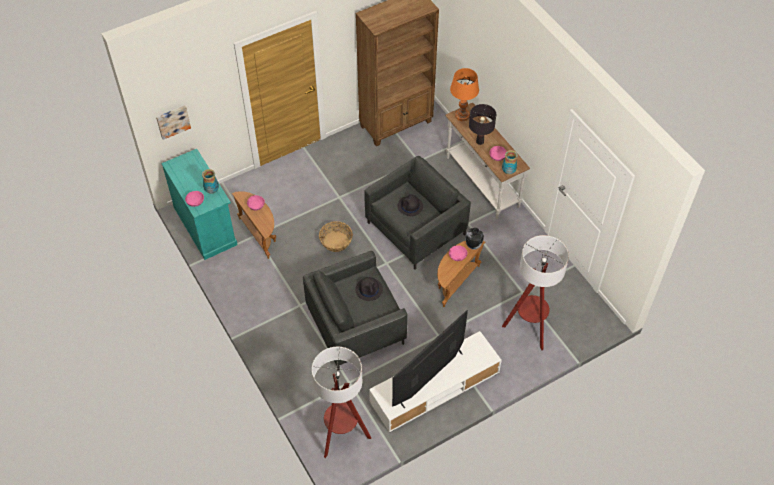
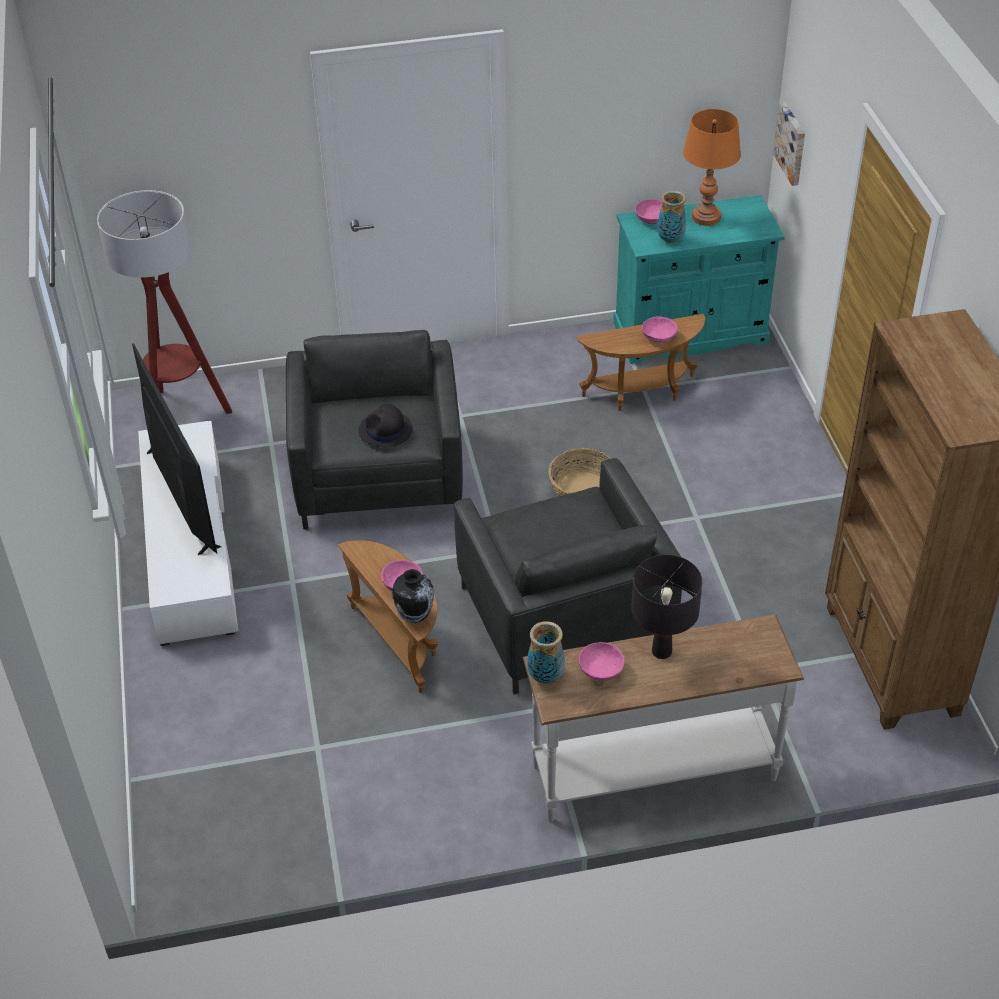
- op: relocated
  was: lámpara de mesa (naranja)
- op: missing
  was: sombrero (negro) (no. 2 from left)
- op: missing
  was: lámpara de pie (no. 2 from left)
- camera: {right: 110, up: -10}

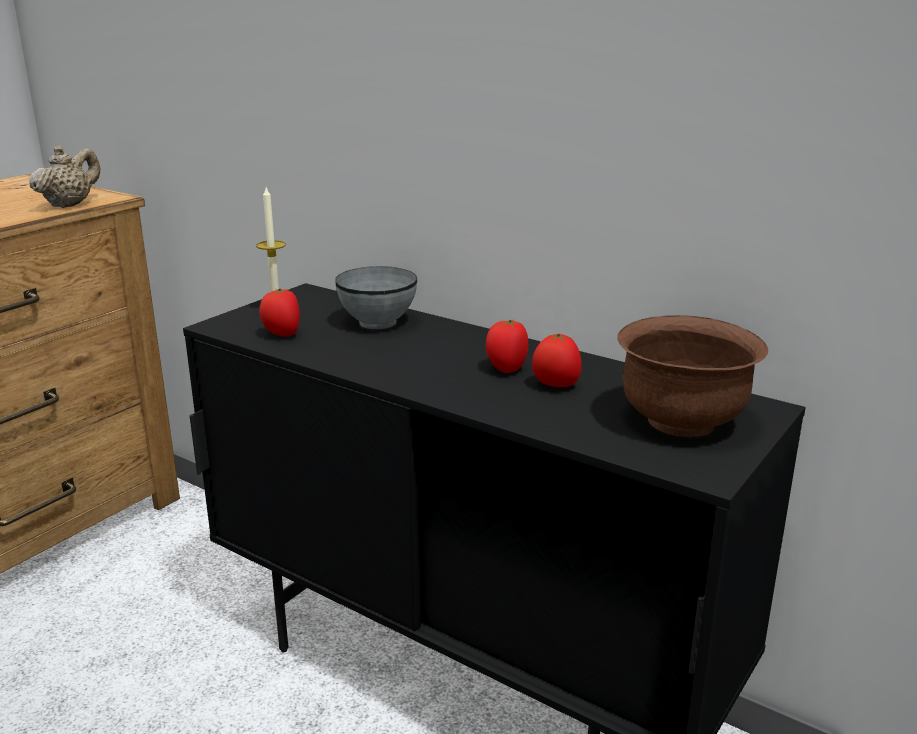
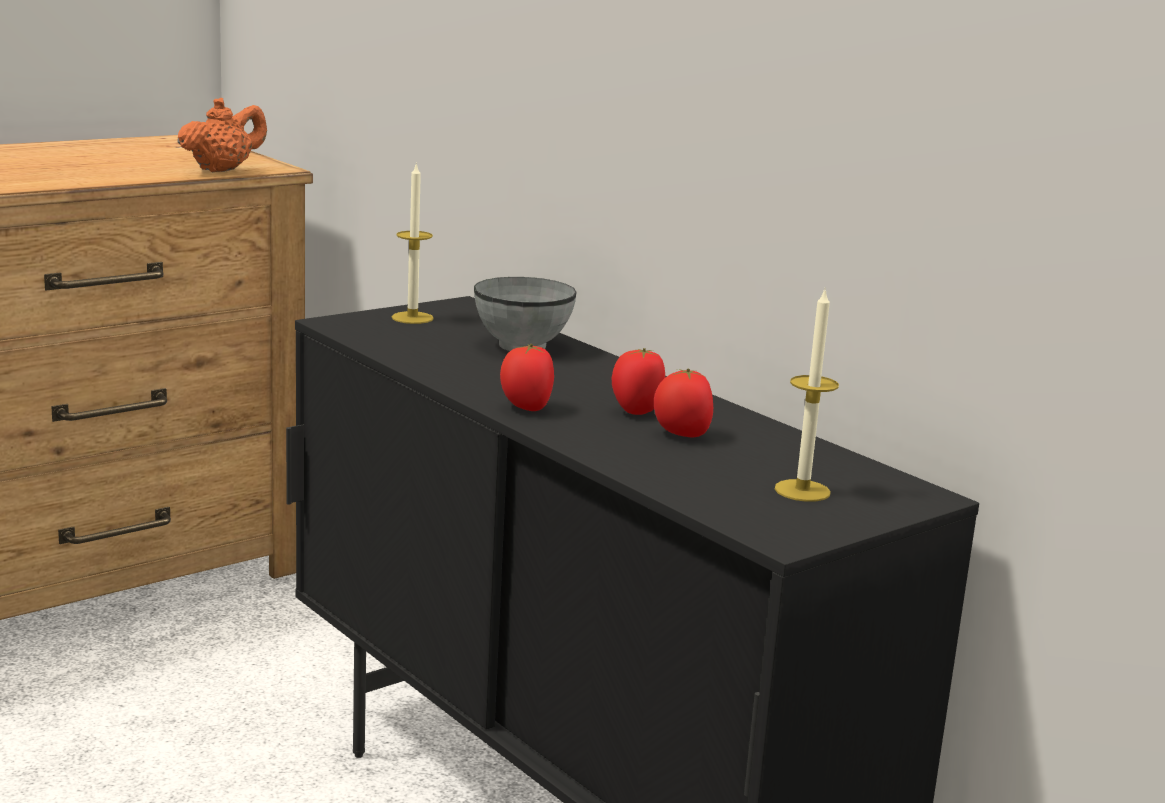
- op: colour
  was: tetera (beis)
  now: tetera (naranja)
- op: relocated
  was: tomate (no. 1 from left)
- op: exchanged
  was: cuenco (marrón)
  now: vela (no. 2 from left)
- camera: {right: 15, up: -5}

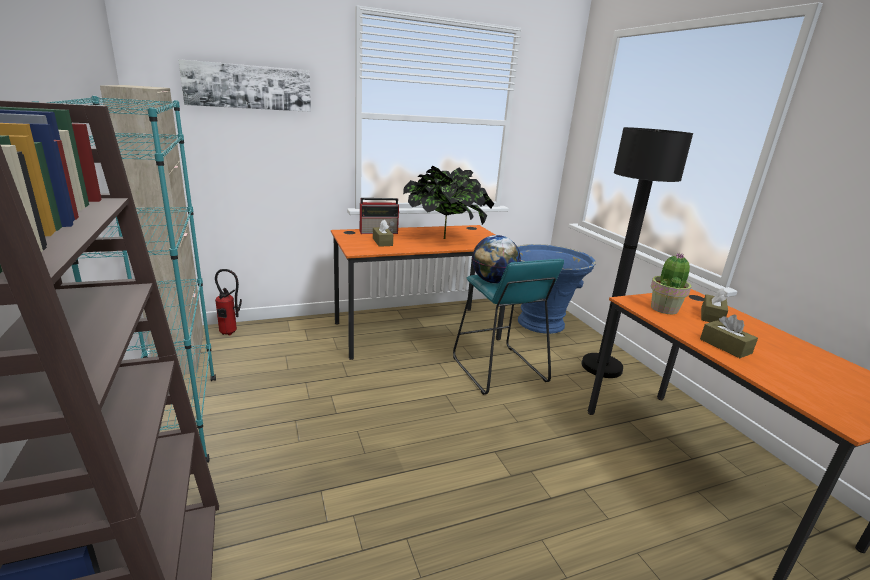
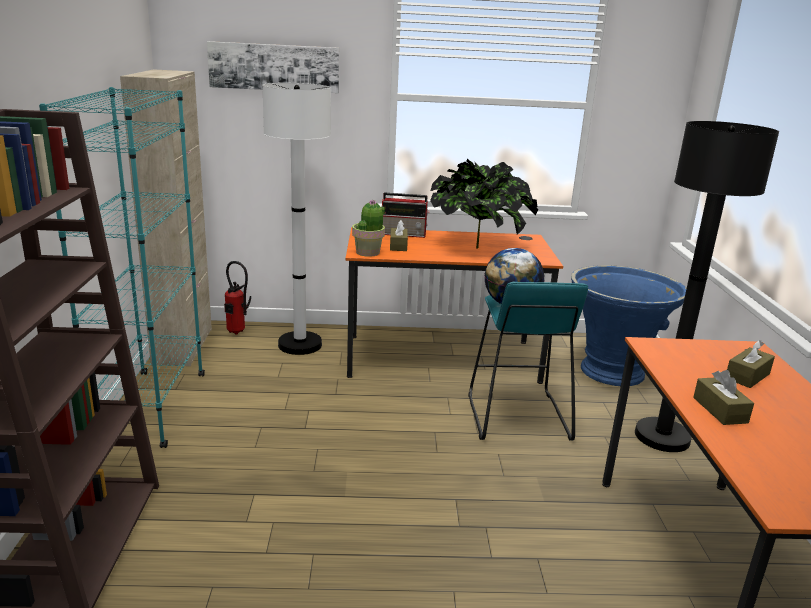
- op: relocated
  was: planta en maceta (no. 2 from left in the first image)
  now: planta en maceta (no. 1 from left)
- op: appeared
  now: lámpara de pie (blanco)
- camera: {right: 20, up: 0}

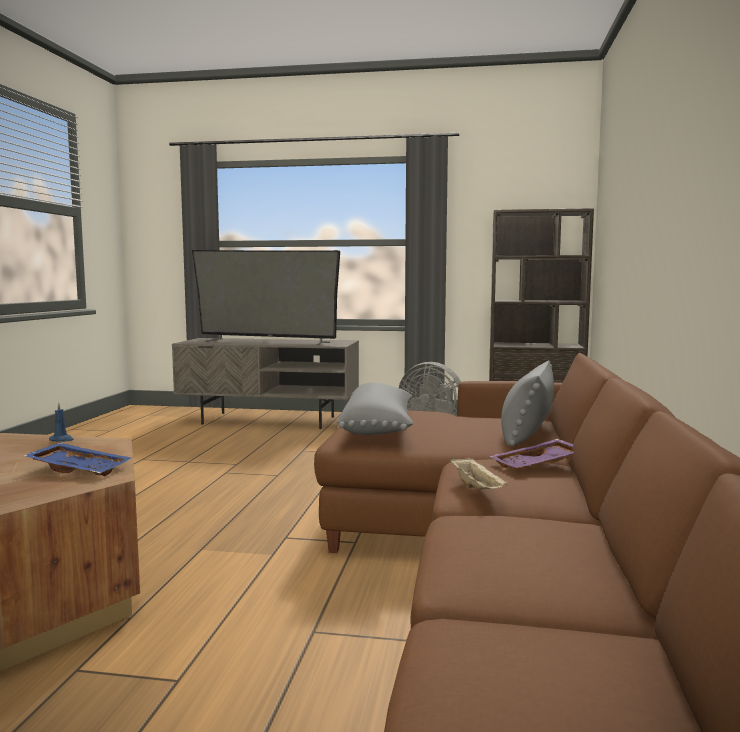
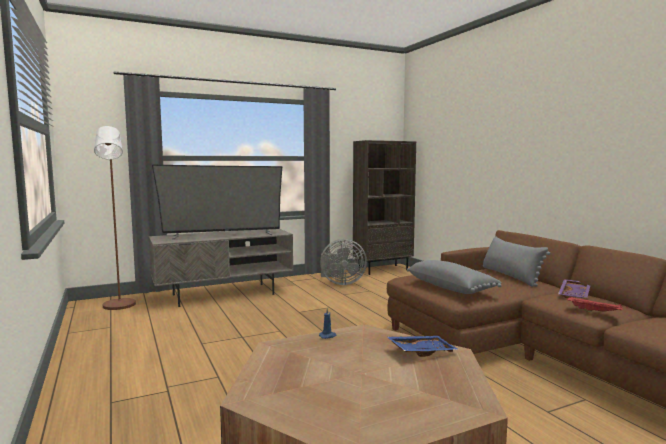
- op: colour
  was: bandeja (beis)
  now: bandeja (rojo)
- op: appeared
  now: lámpara de pie (marrón)
- camera: {right: -35, up: 0}

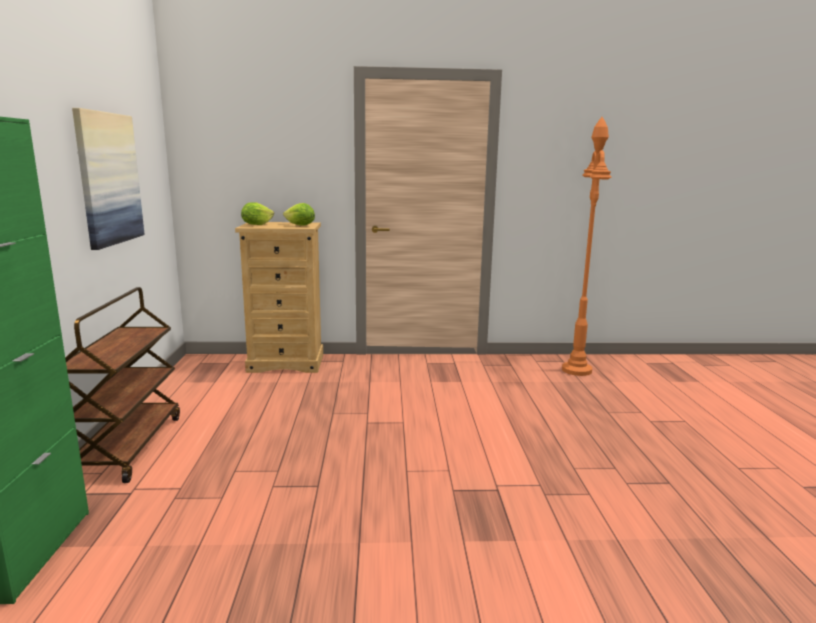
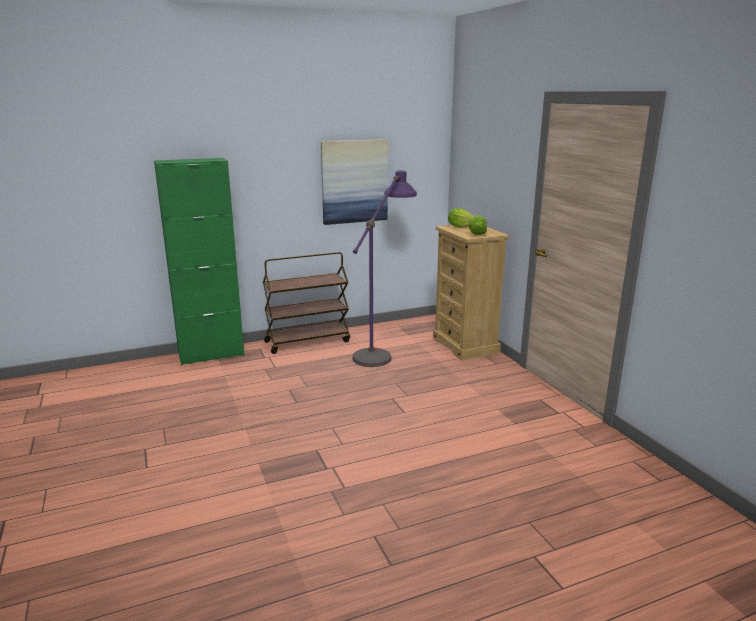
- op: missing
  was: lámpara de pie (naranja)
- op: appeared
  now: lámpara de pie (morado)
- camera: {right: 70, up: 5}

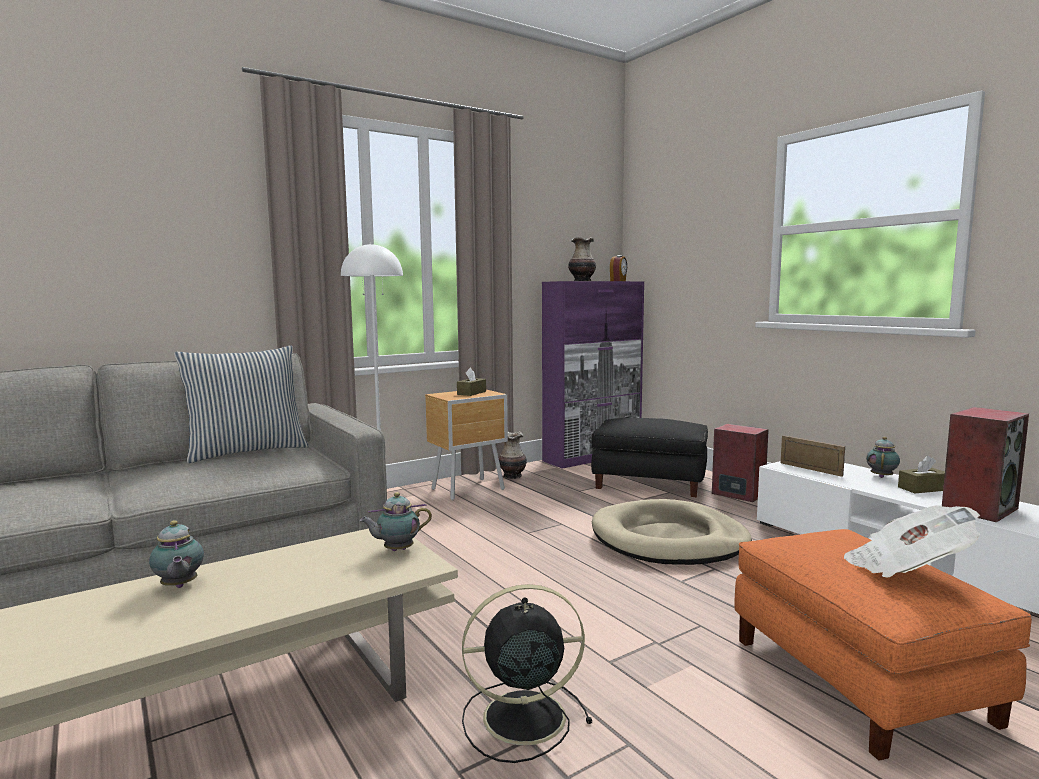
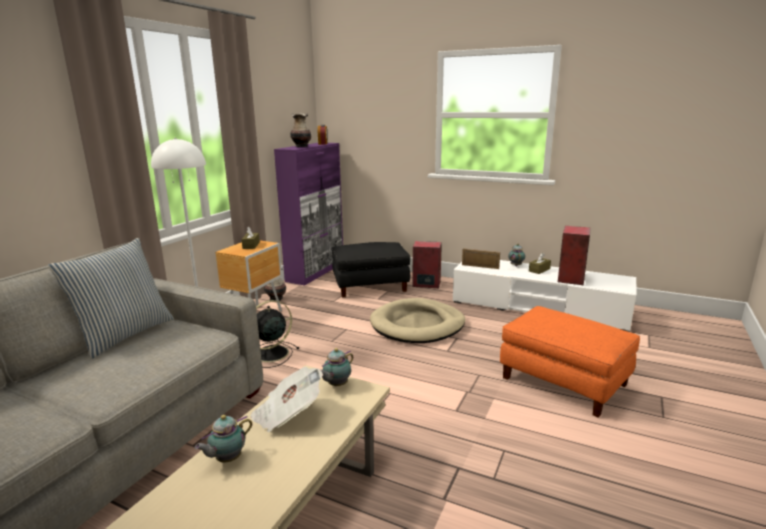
- op: relocated
  was: periódico
- op: spun
  was: tetera (no. 1 from left)
  clockwise: 105
- op: relocated
  was: ventilador (negro)
- camera: {right: -30, up: 10}

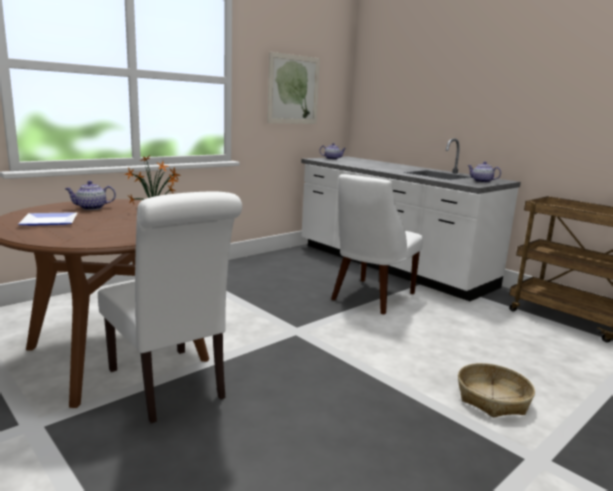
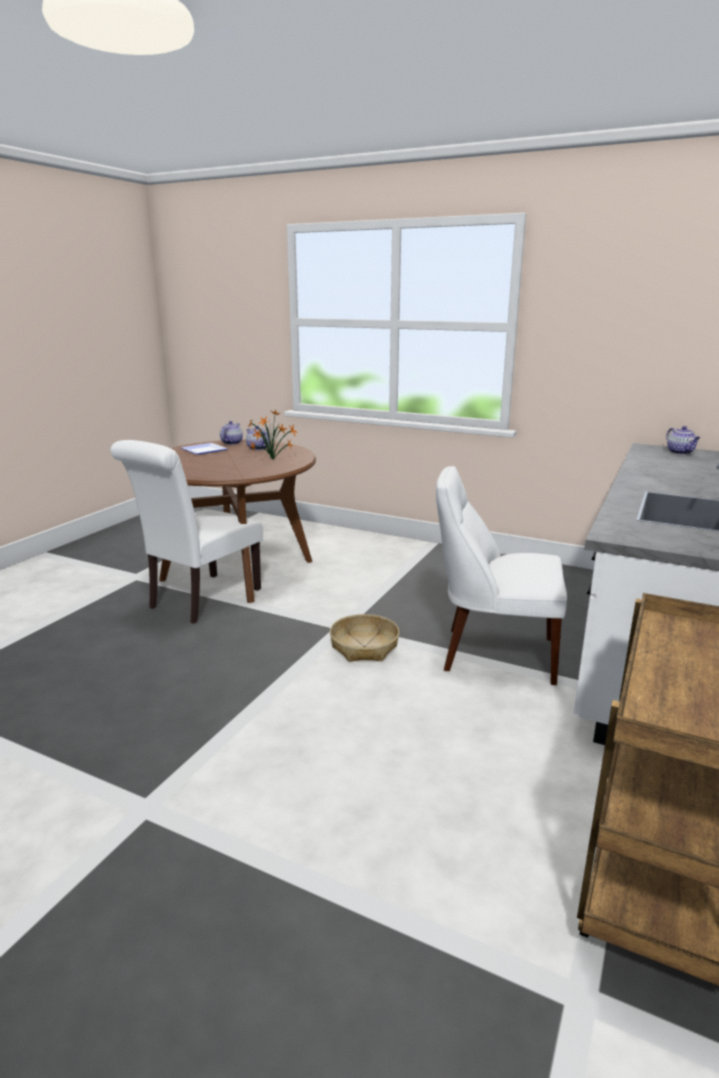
- op: missing
  was: cuadro
- op: relocated
  was: tetera (no. 3 from left in the first image)
  now: tetera (no. 1 from left)
- op: relocated
  was: cesta
- camera: {right: 70, up: 5}

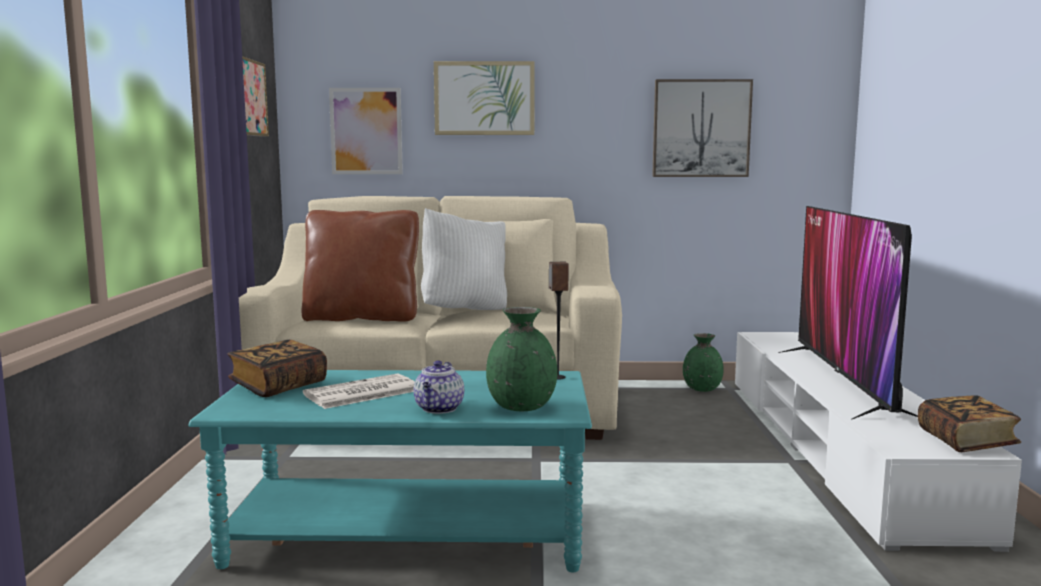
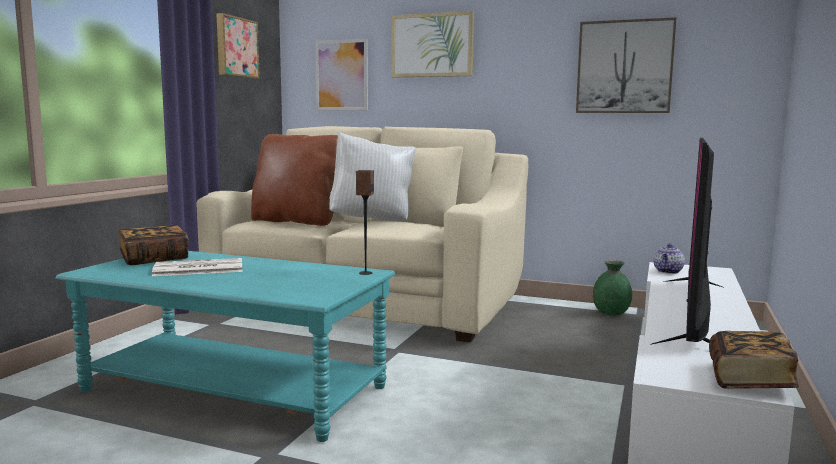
- op: missing
  was: florero (verde) (no. 1 from left)
- op: relocated
  was: tetera
- camera: {right: 20, up: 0}

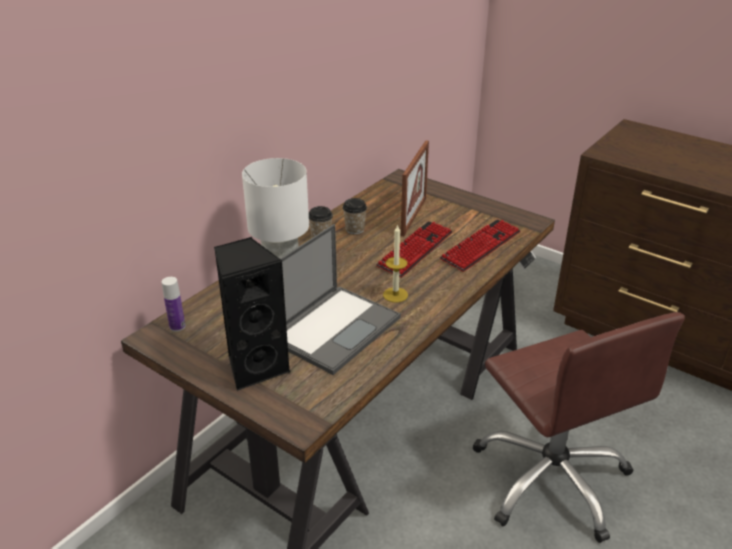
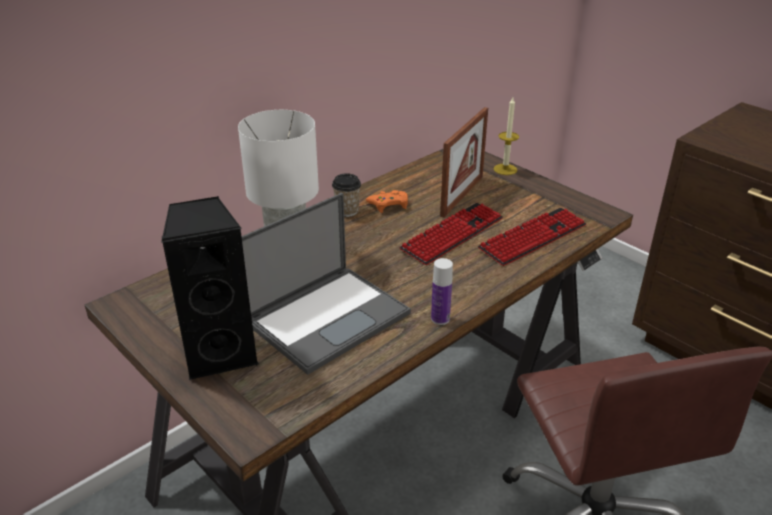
- op: exchanged
  was: taza (no. 2 from left)
  now: mando de consola (naranja)
- op: relocated
  was: vela
- op: relocated
  was: botella
- camera: {right: 10, up: 0}

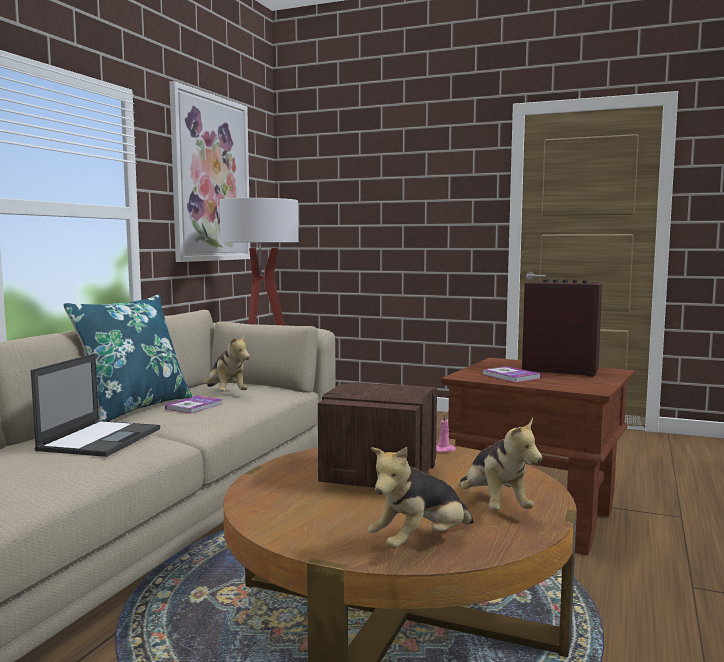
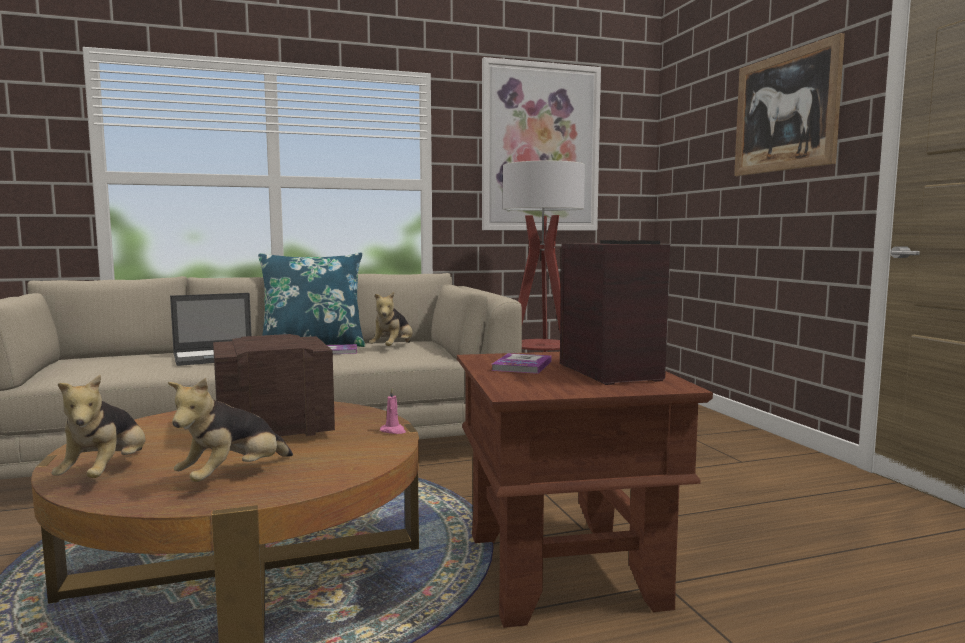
- op: spun
  was: peluche (no. 2 from left in the first image)
  clockwise: -105
- op: appeared
  now: cuadro (no. 2 from left)
- camera: {right: 50, up: 0}

